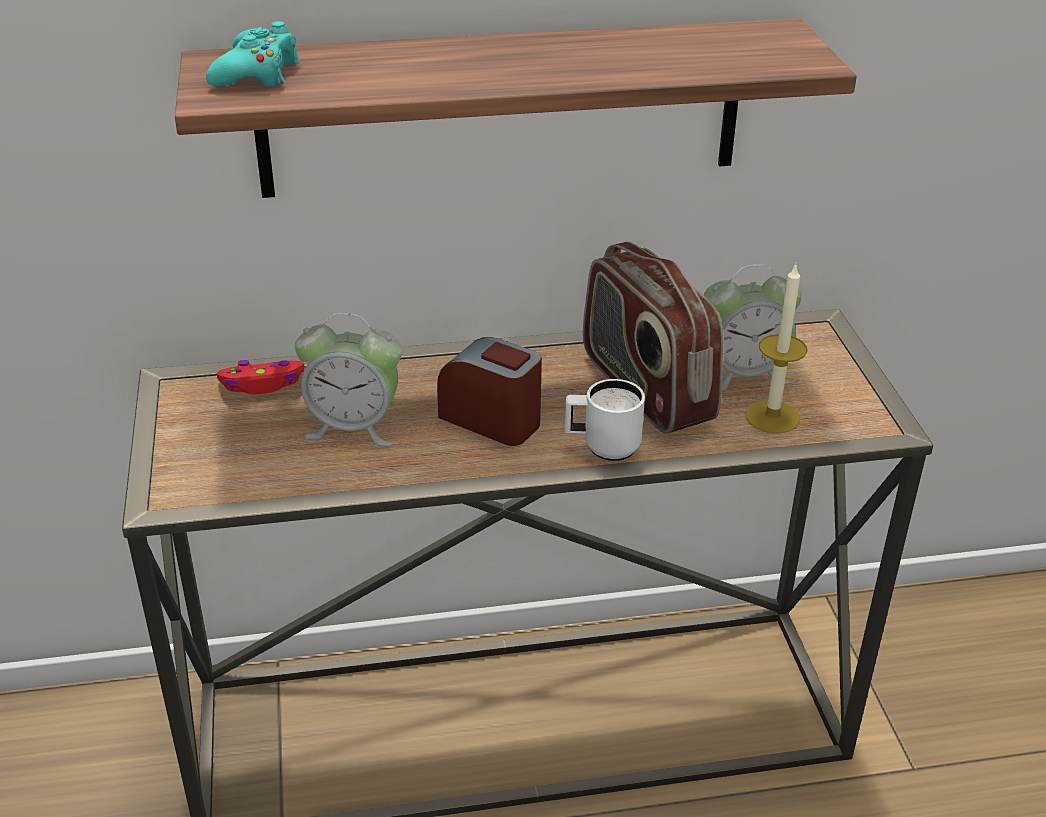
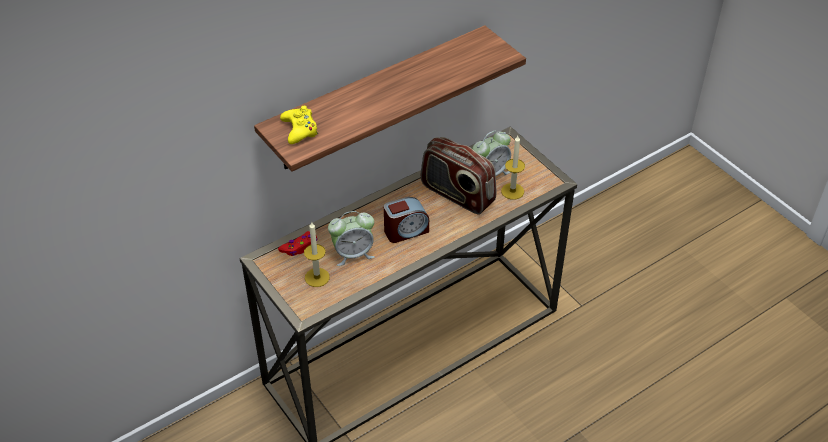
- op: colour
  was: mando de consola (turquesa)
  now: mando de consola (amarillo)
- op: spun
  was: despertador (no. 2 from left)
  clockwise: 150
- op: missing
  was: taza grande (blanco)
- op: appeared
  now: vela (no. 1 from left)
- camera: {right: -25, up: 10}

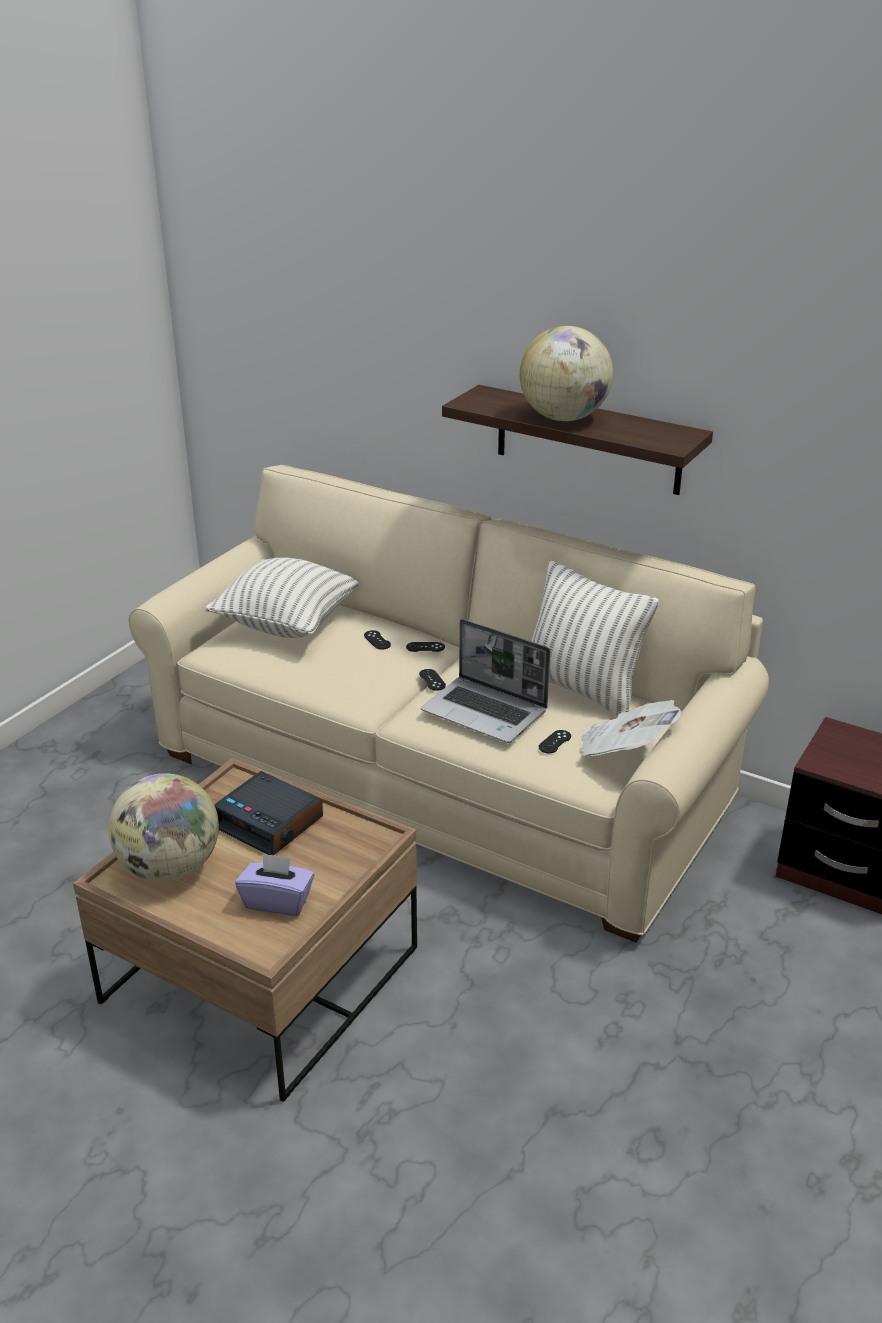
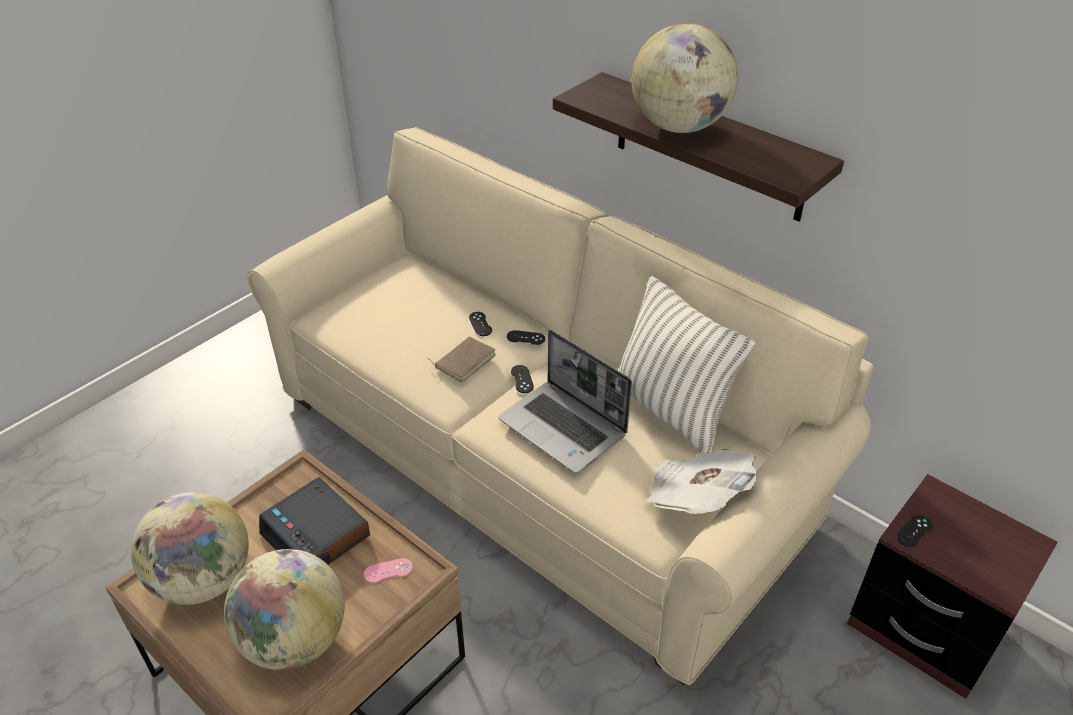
- op: missing
  was: cojín (no. 1 from left)
- op: relocated
  was: mando de consola (negro) (no. 4 from left)
- op: exchanged
  was: caja de pañuelos (morado)
  now: globo terráqueo (no. 2 from left)
- op: appeared
  now: libro (marrón)
- op: appeared
  now: mando de consola (rosa)
- camera: {right: 10, up: 10}

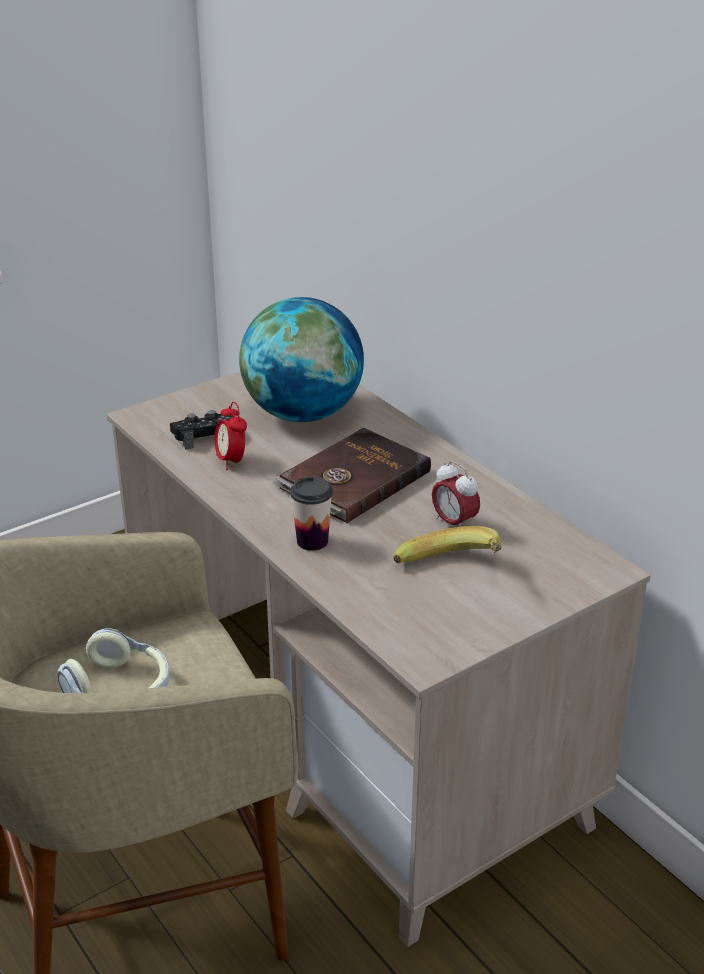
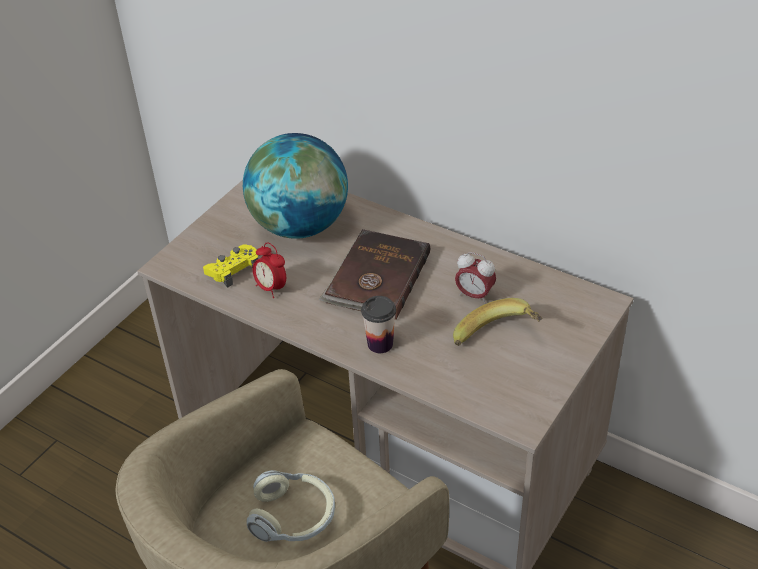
- op: colour
  was: mando de consola (negro)
  now: mando de consola (amarillo)
- camera: {right: -20, up: 10}

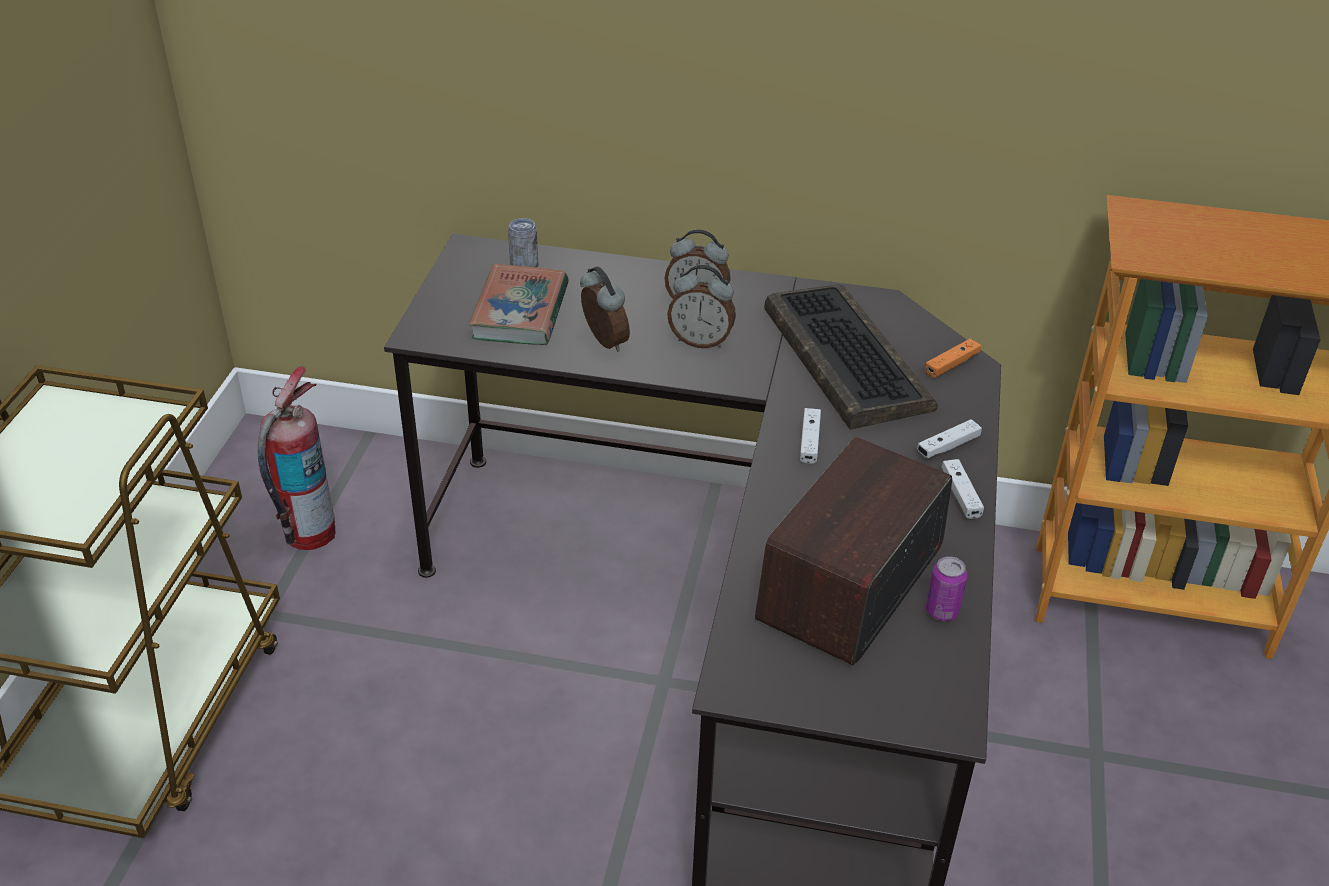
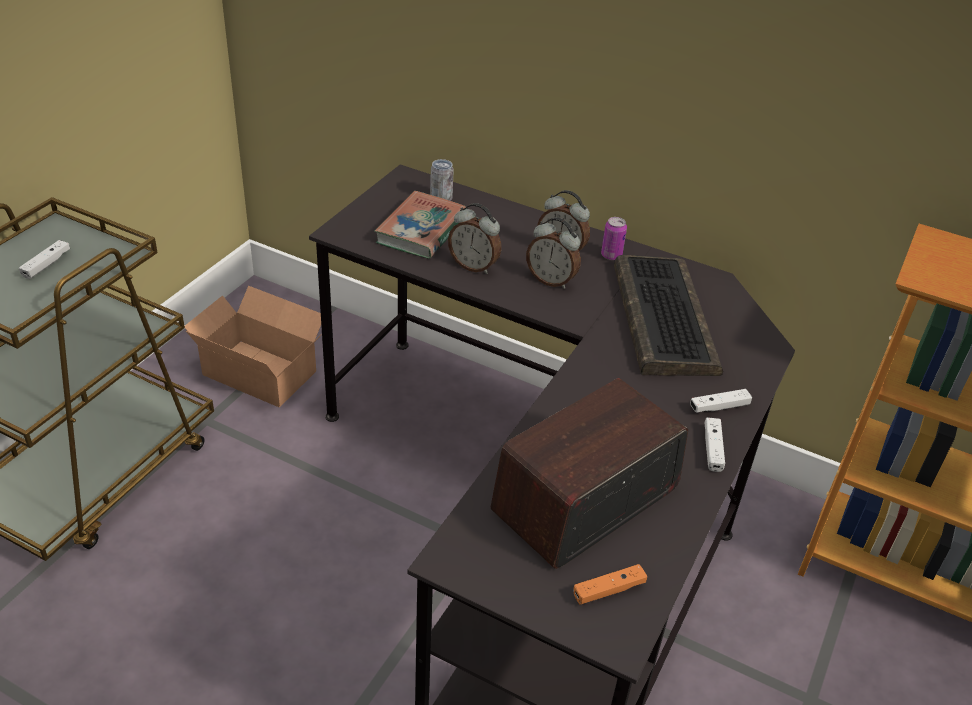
- op: spun
  was: despertador (no. 1 from left)
  clockwise: 135
- op: relocated
  was: mando de consola (naranja)
- op: exchanged
  was: extintor
  now: caja de cartón
- op: relocated
  was: mando de consola (blanco) (no. 1 from left)
- op: relocated
  was: lata (no. 2 from left)
- camera: {right: 15, up: 0}

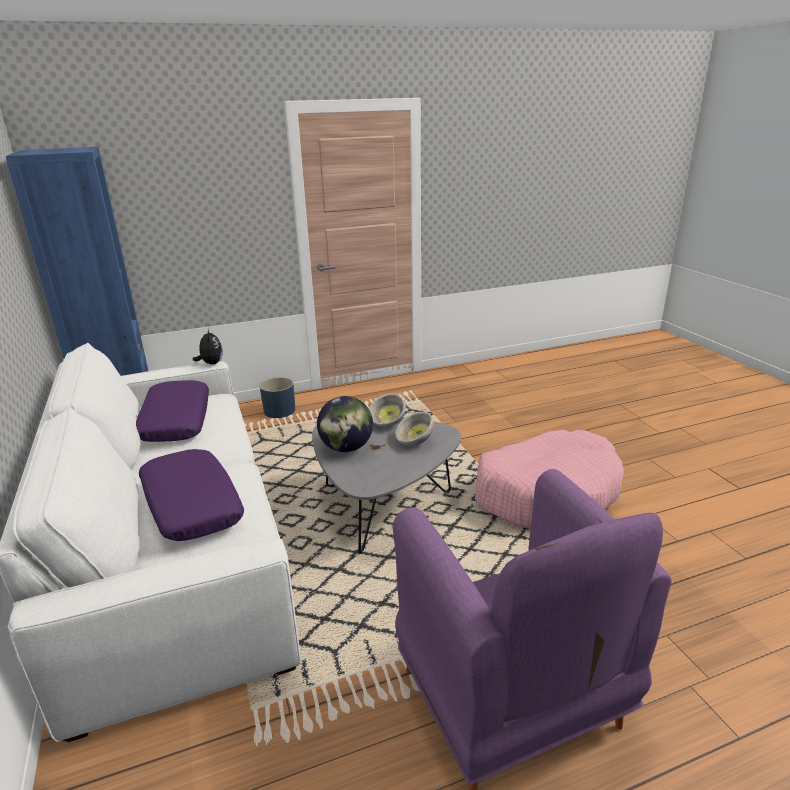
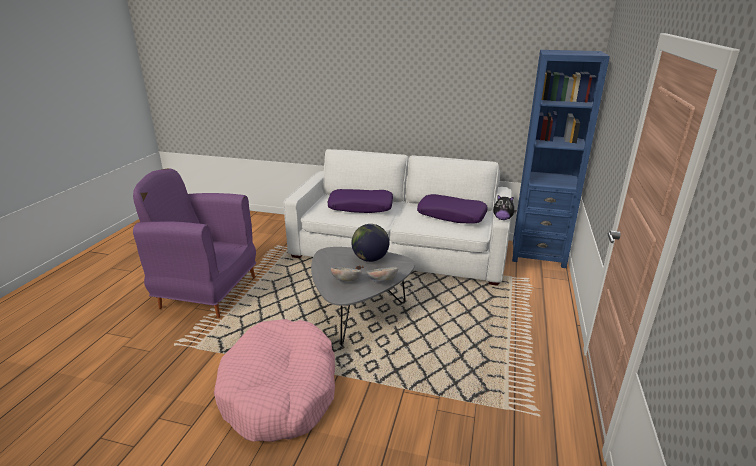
- op: missing
  was: maceta (azul)
- camera: {right: 125, up: 0}

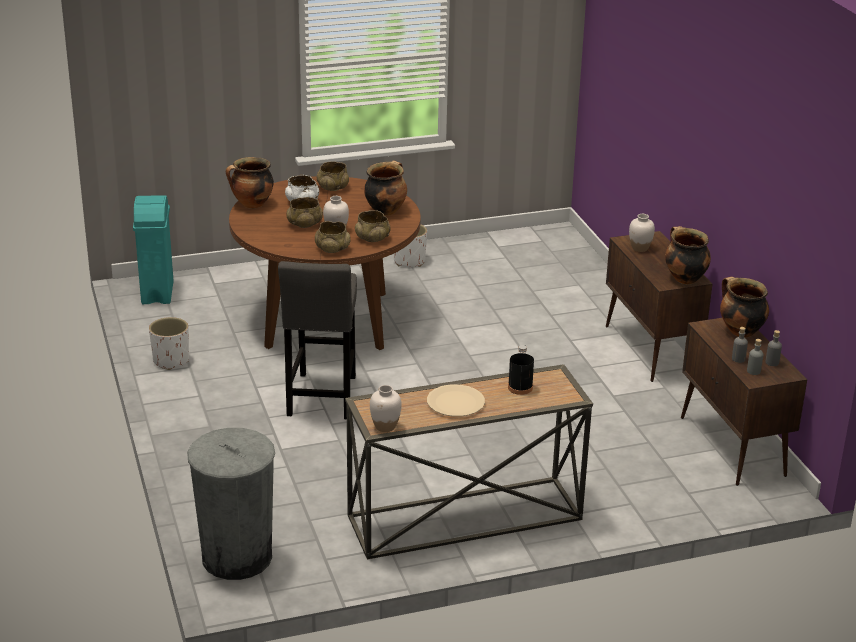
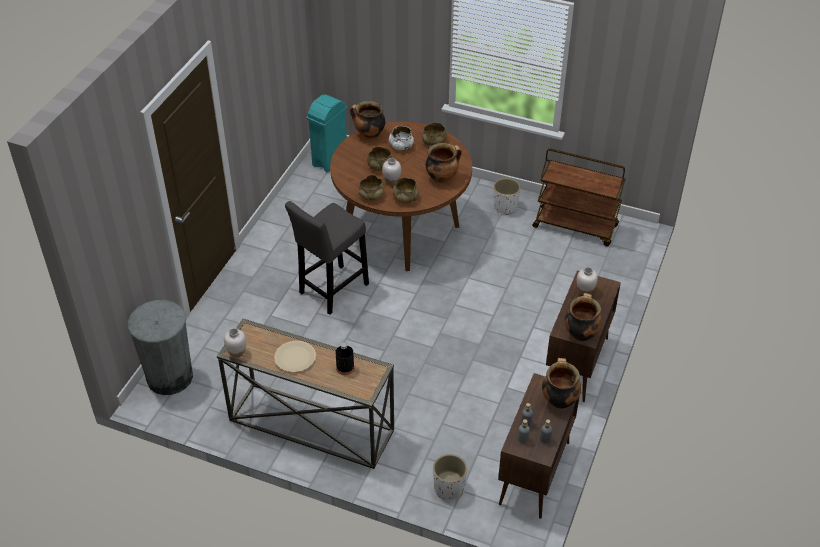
- op: relocated
  was: maceta (blanco) (no. 1 from left)
- op: appeared
  now: carrito (marrón)
- camera: {right: 40, up: 15}

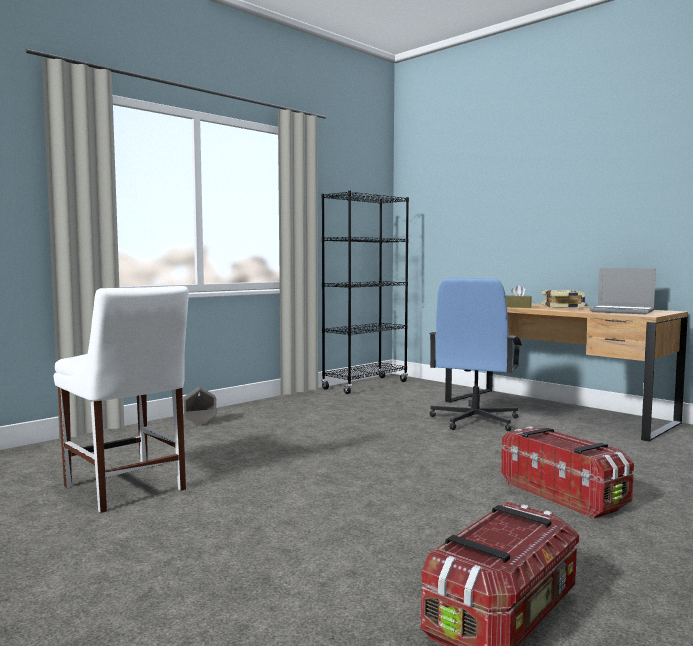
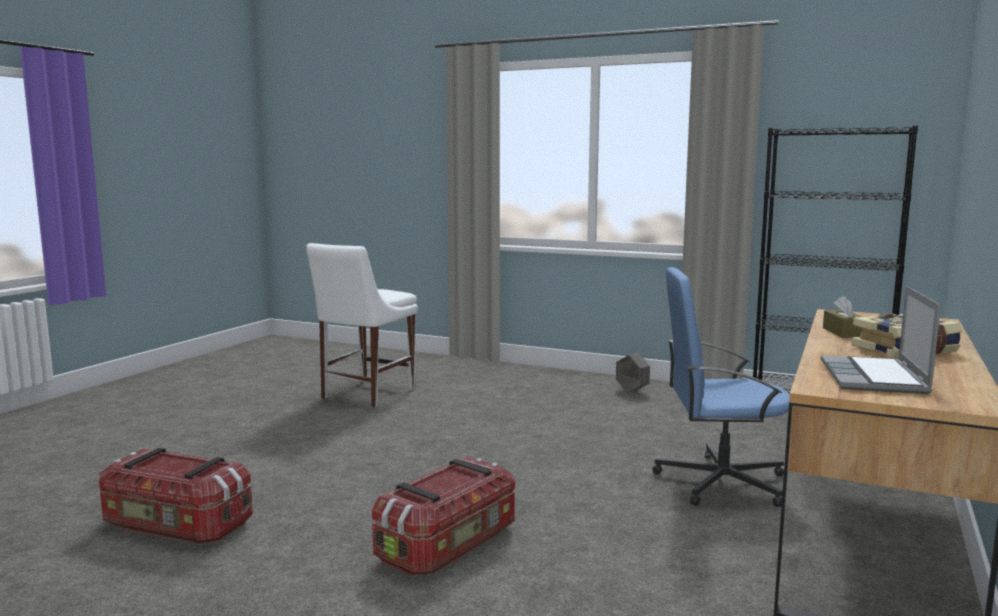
- op: relocated
  was: maceta (gris)
- camera: {right: 70, up: 5}

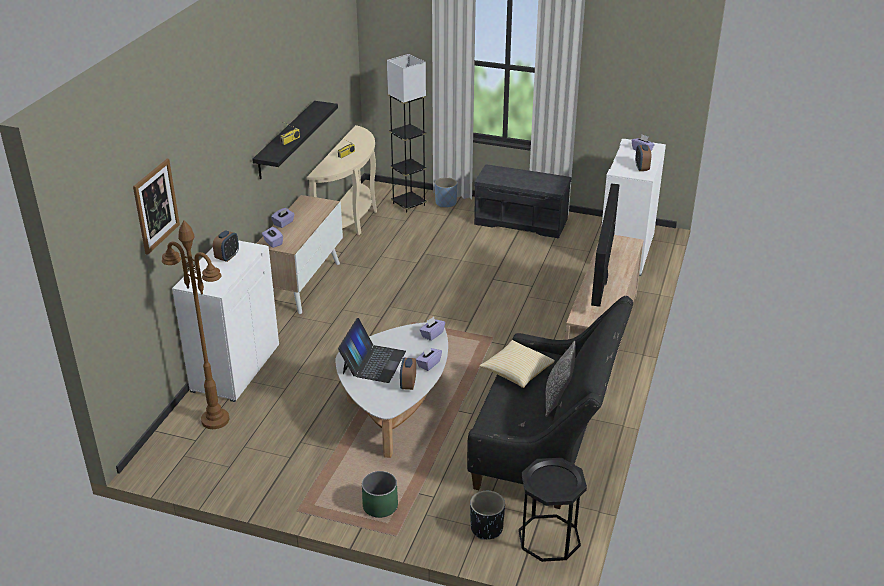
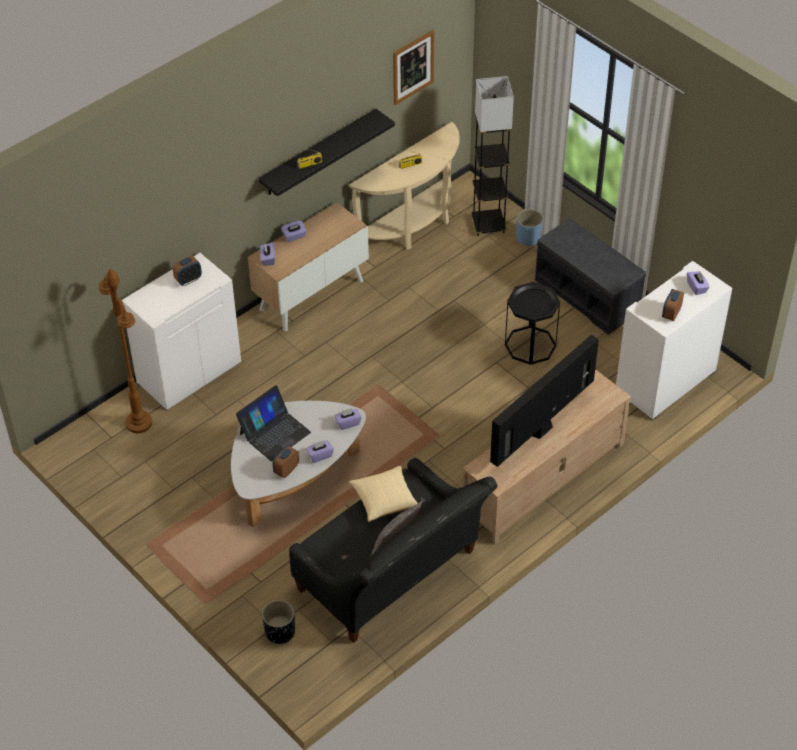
- op: relocated
  was: cuadro
- op: relocated
  was: mesa auxiliar (negro)
- op: missing
  was: maceta (verde)
- camera: {right: 30, up: 15}

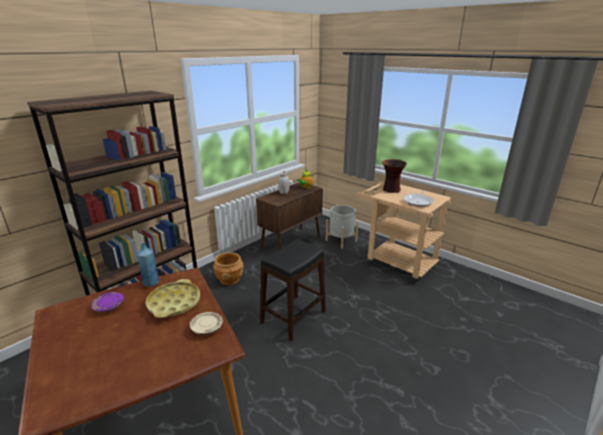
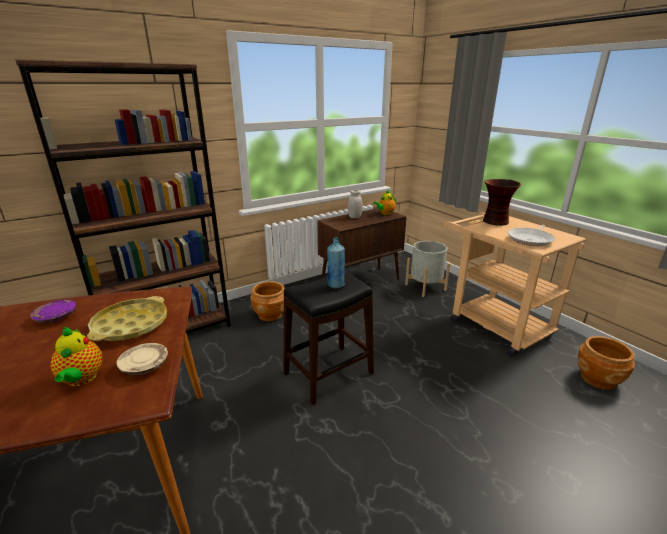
- op: relocated
  was: botella (azul)
- op: appeared
  now: tetera (no. 1 from left)
- op: appeared
  now: maceta (marrón) (no. 2 from left)
- camera: {right: 15, up: 0}

